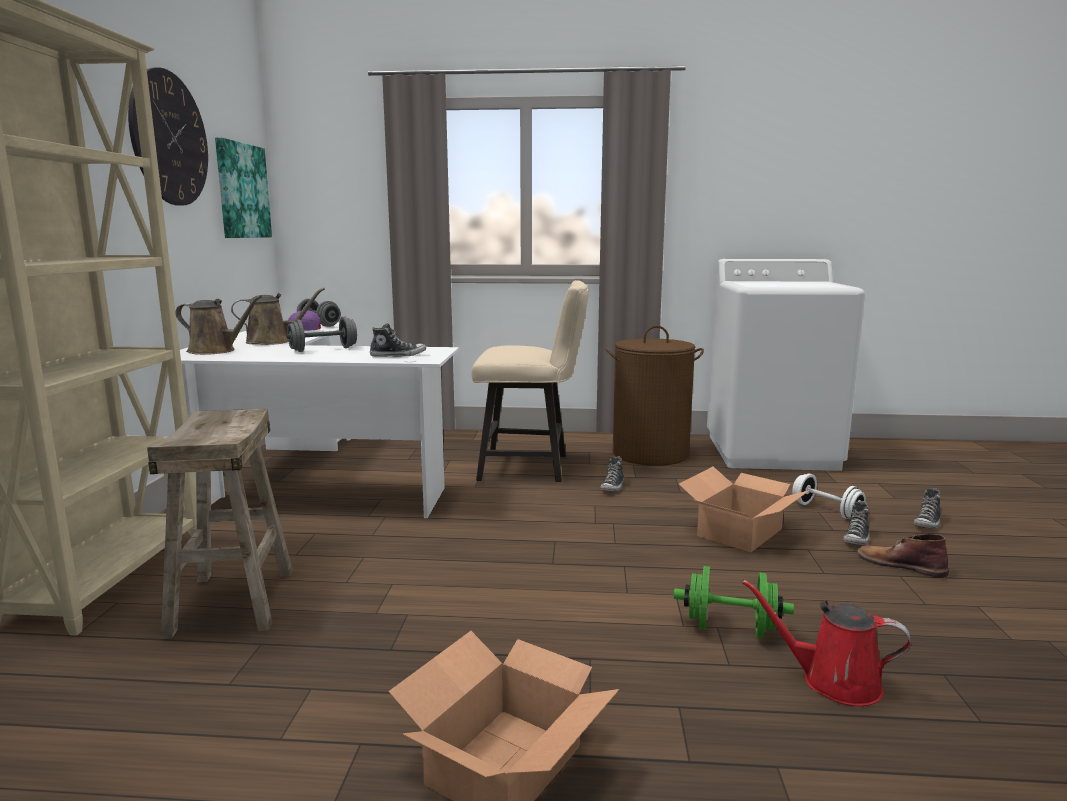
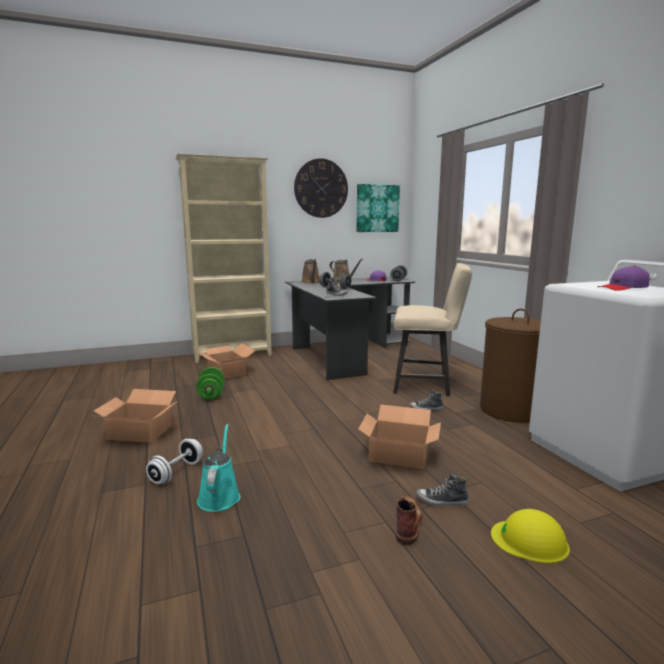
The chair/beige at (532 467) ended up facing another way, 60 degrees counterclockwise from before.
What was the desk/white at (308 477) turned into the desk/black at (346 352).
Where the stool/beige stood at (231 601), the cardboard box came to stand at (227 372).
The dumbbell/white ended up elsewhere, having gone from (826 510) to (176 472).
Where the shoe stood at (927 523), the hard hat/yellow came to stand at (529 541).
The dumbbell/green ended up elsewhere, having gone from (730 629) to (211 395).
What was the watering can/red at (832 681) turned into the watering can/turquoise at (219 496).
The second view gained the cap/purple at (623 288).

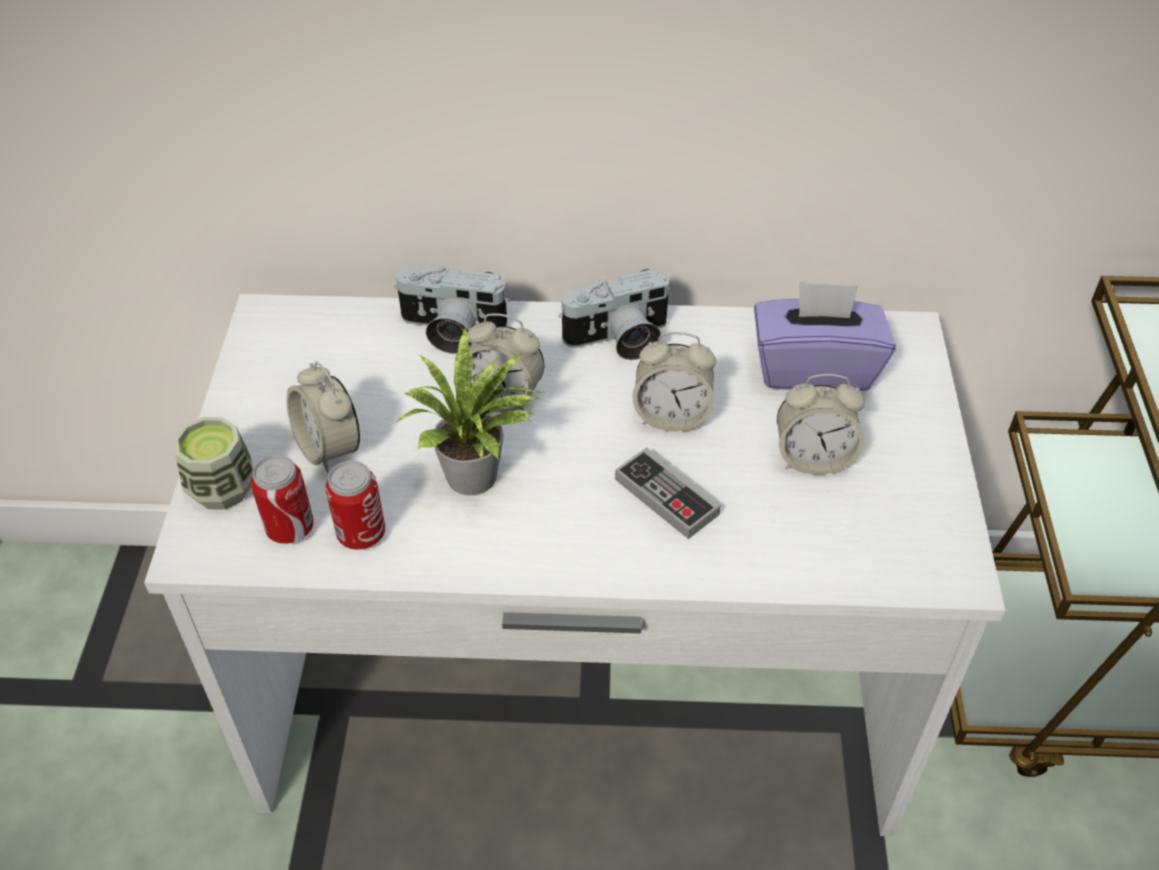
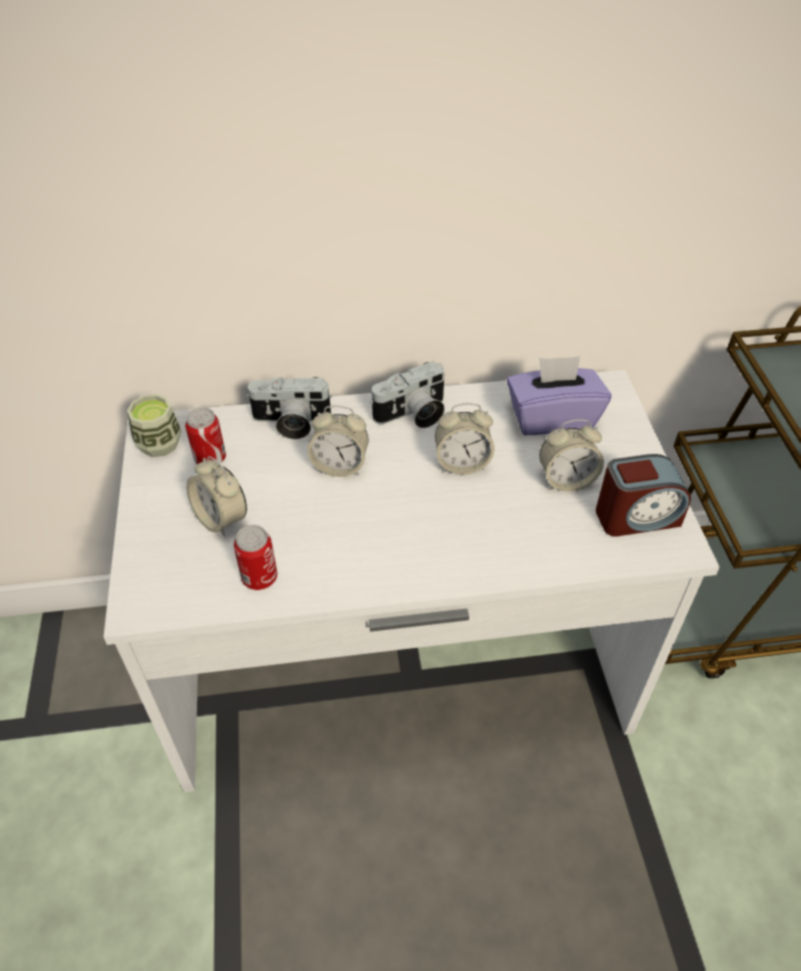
The second view lost the potted plant at (477 479).
The cup ended up elsewhere, having gone from (222 488) to (159 444).
The second view lost the game controller at (666 497).
The can ended up elsewhere, having gone from (290 528) to (210 459).
The second view gained the alarm clock at (636 516).

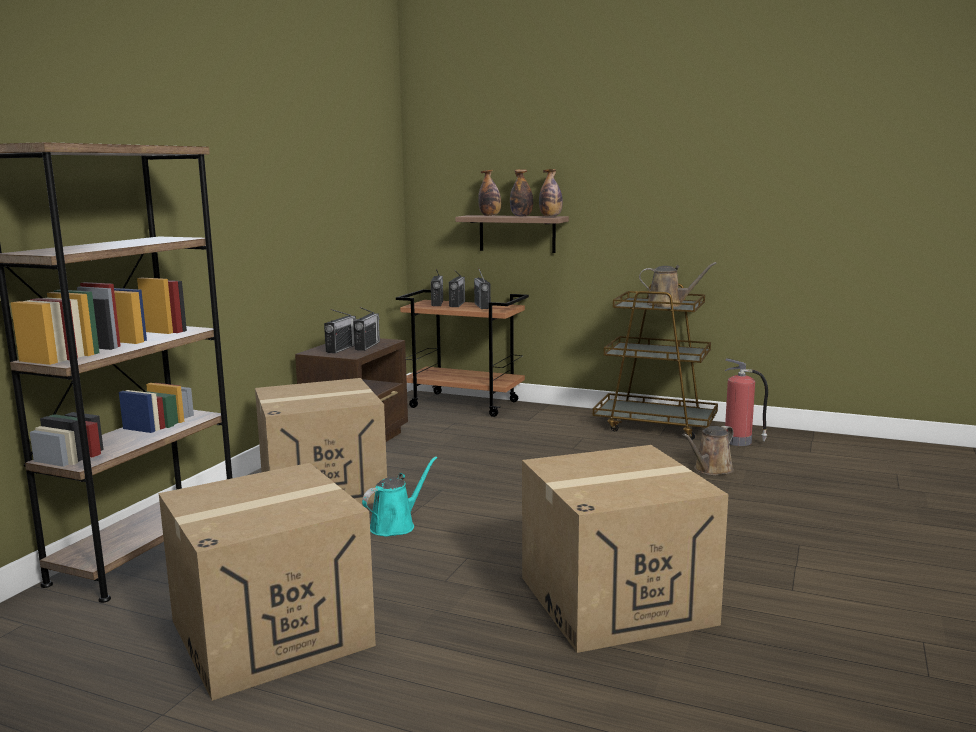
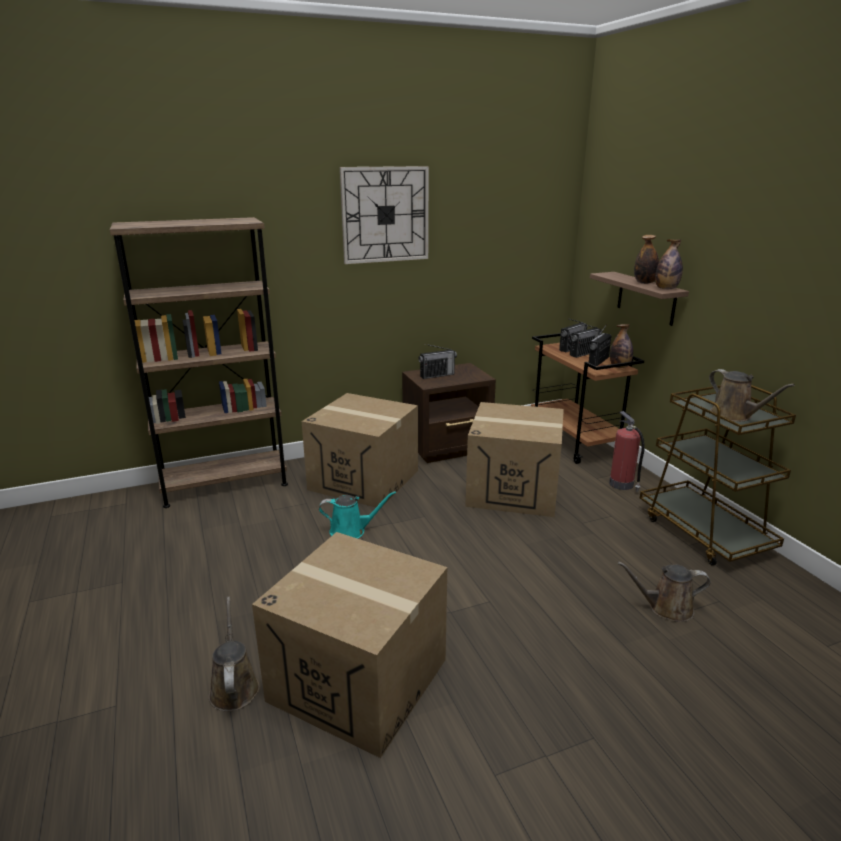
The bottle ended up elsewhere, having gone from (490 216) to (619 367).
The second view lost the radio at (367 346).
The fire extinguisher ended up elsewhere, having gone from (739 442) to (622 484).
The cardboard box ended up elsewhere, having gone from (271 632) to (513 490).
The second view gained the wall clock at (385 215).
The second view gained the watering can/brown at (234 687).

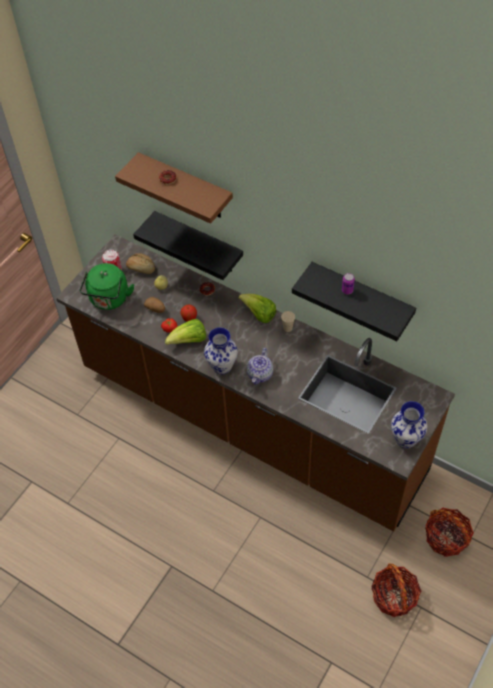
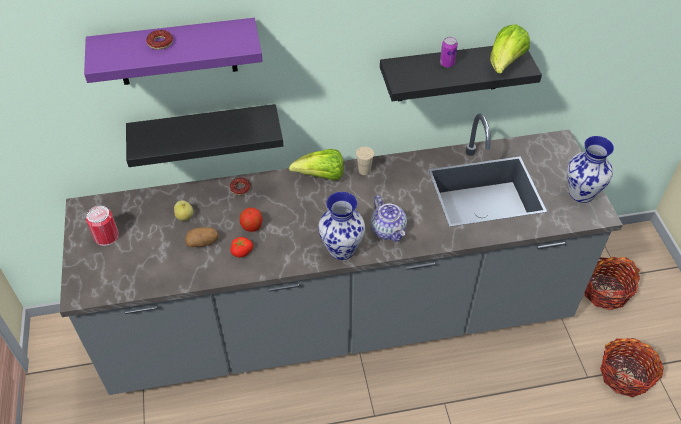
What was the shelf/brown at (186 187) turned into the shelf/purple at (176 52).
What was the counter/brown at (250 421) turned into the counter/grey at (340 321).
The second view lost the bread at (141 268).
The second view lost the kettle/green at (109 300).
The lettuce ended up elsewhere, having gone from (189 341) to (505 64).

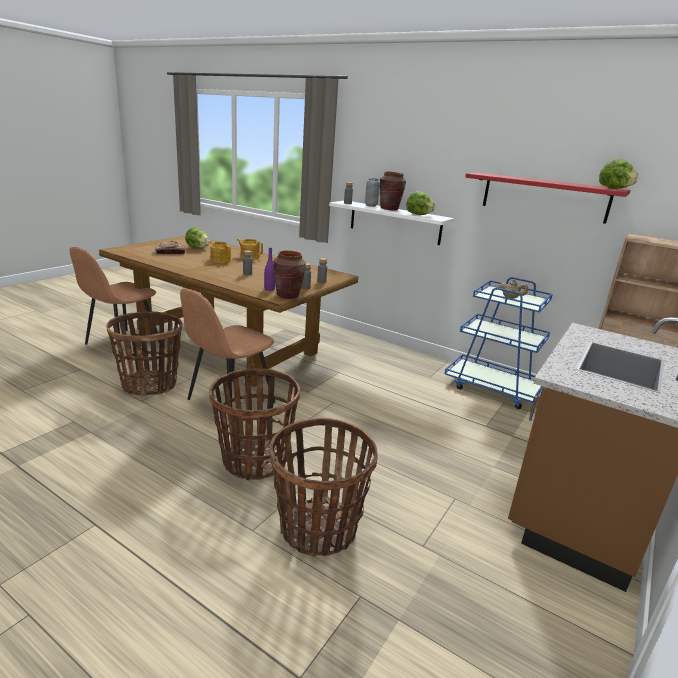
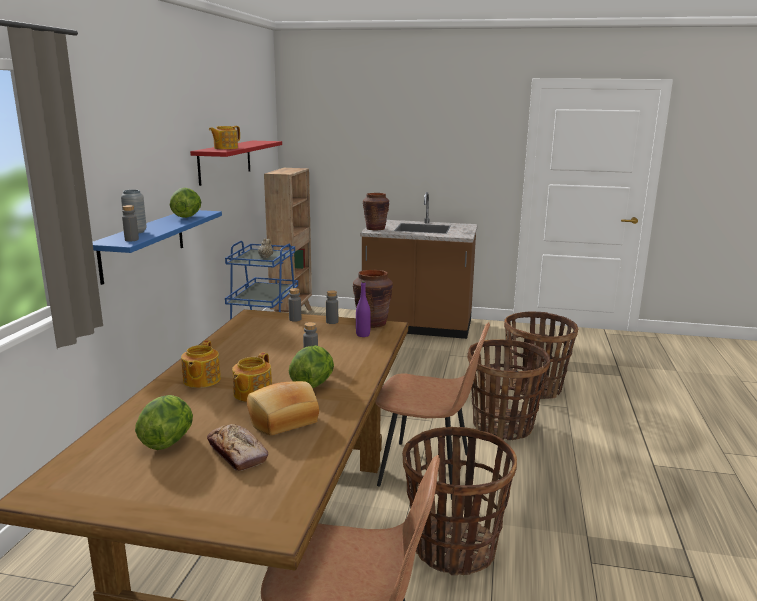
The lettuce ended up elsewhere, having gone from (614 188) to (313 384).
The vase/brown ended up elsewhere, having gone from (389 209) to (375 229).
What was the shelf/white at (395 222) turned into the shelf/blue at (143 244).
The second view gained the teapot at (225 148).
The second view gained the bread at (283 421).

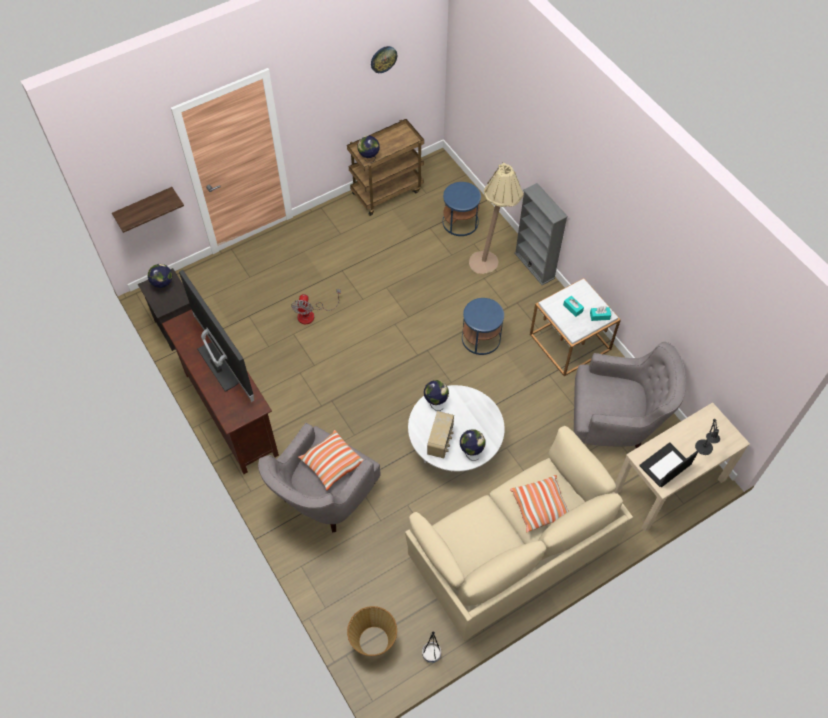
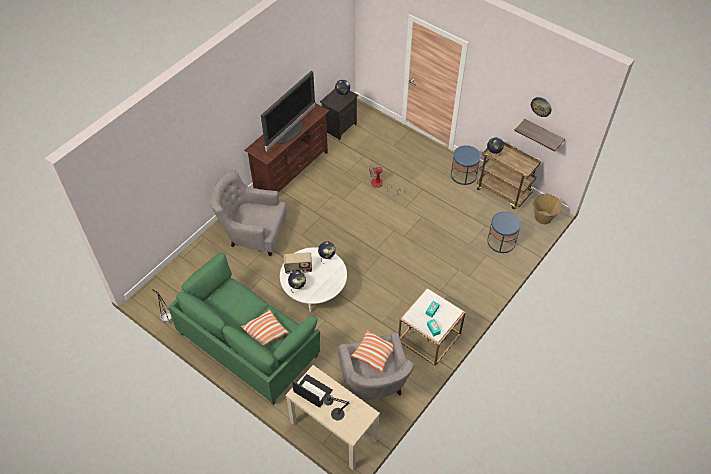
The second view lost the floor lamp/beige at (490 265).
The second view lost the bookcase/grey at (534 265).
The shelf ended up elsewhere, having gone from (144 207) to (543 134).
The side table/blue ended up elsewhere, having gone from (481 338) to (464 175).
What was the sofa/beige at (512 551) turned into the sofa/green at (249 344).
The pillow ended up elsewhere, having gone from (332 463) to (373 354).
The basket ended up elsewhere, having gone from (373 640) to (543 217).

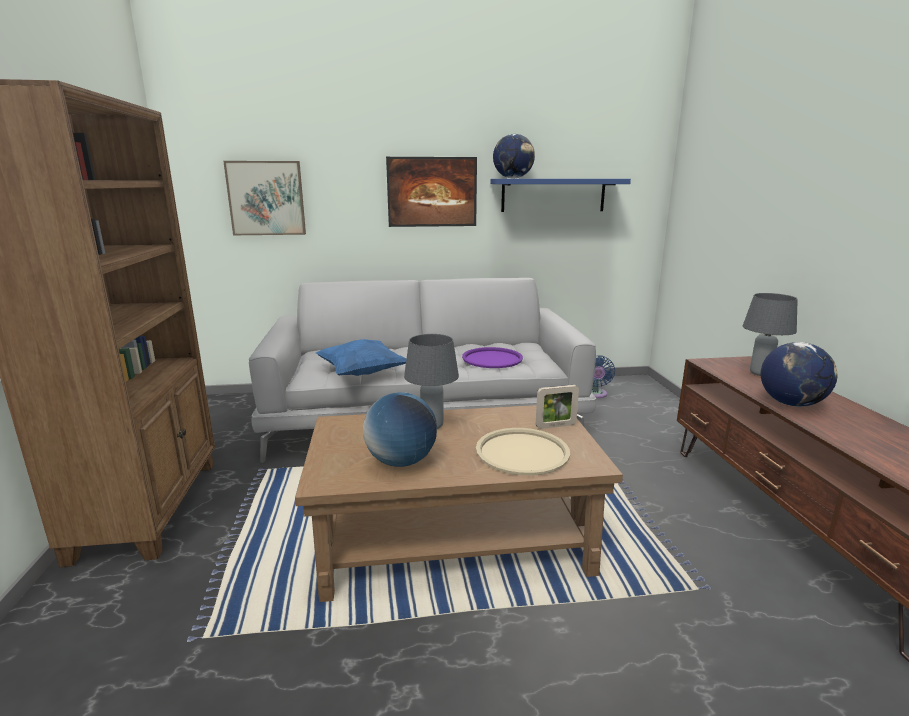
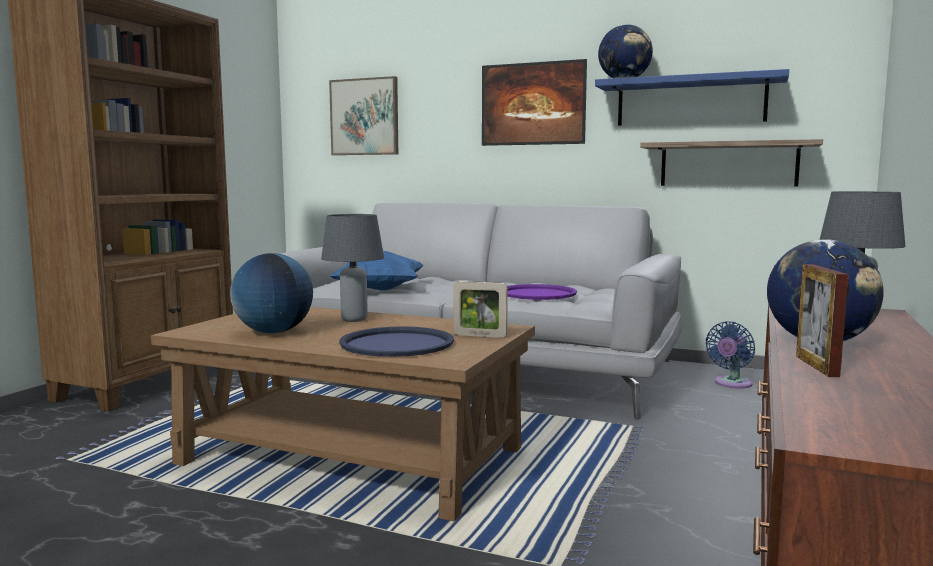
What was the tray/beige at (522 452) turned into the tray/blue at (397 344).
The second view gained the shelf at (728 164).
The second view gained the picture frame at (816 366).

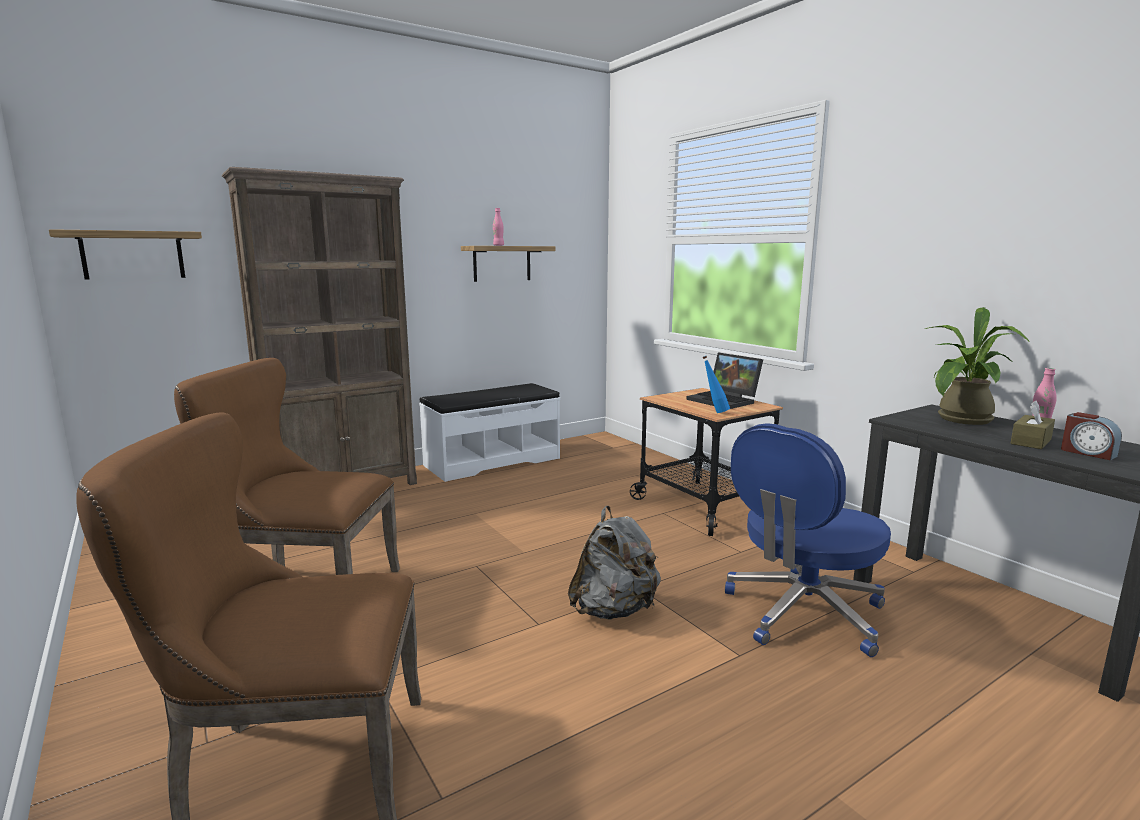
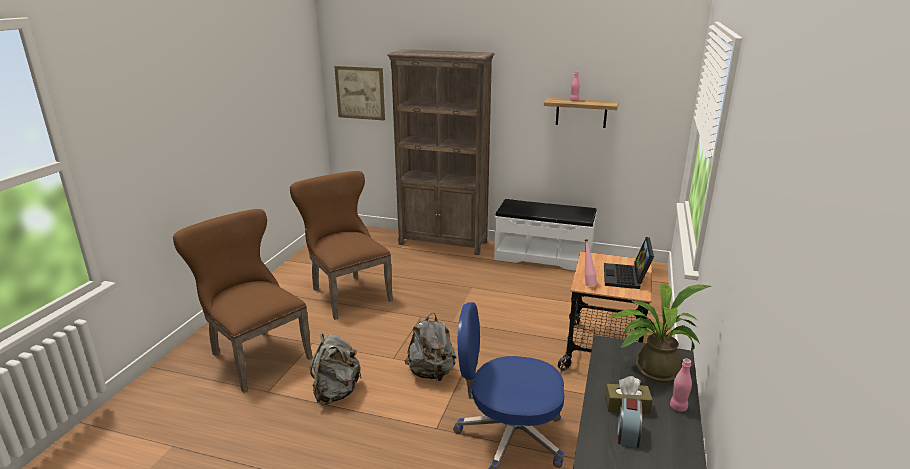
Where the shelf hung at (133 255), the picture came to hang at (360 93).
What was the bottle/blue at (714 412) turned into the bottle/pink at (587 283).
The second view gained the backpack/grey at (336 392).

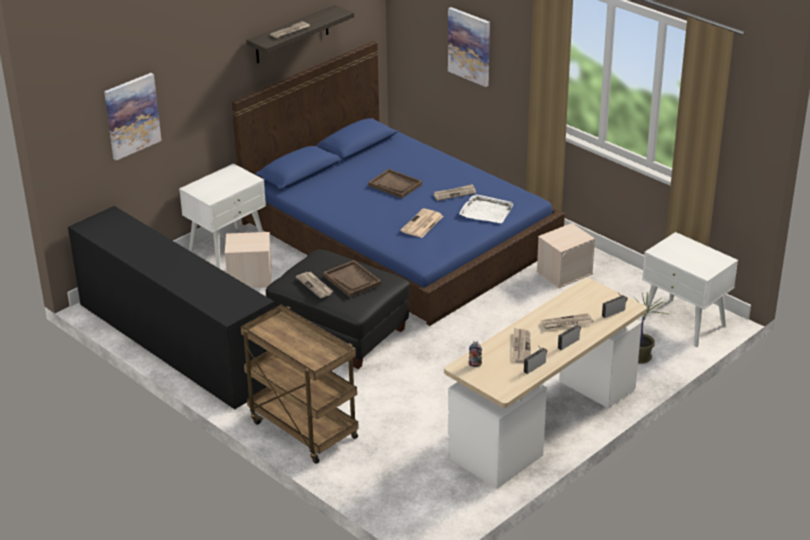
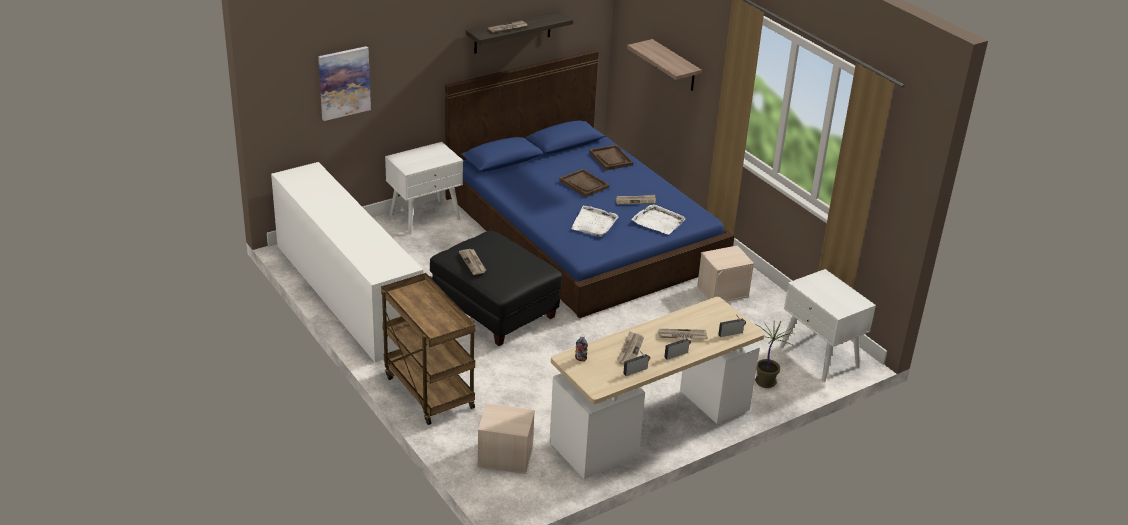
Where the picture hung at (469 46), the shelf came to hang at (675 66).
What was the dresser/black at (176 342) turned into the dresser/white at (346 293).
Where the newspaper stood at (422 224), the tray/white came to stand at (594 223).
The storage box/beige ended up elsewhere, having gone from (249 278) to (504 457).
The tray/brown ended up elsewhere, having gone from (352 280) to (611 159).

